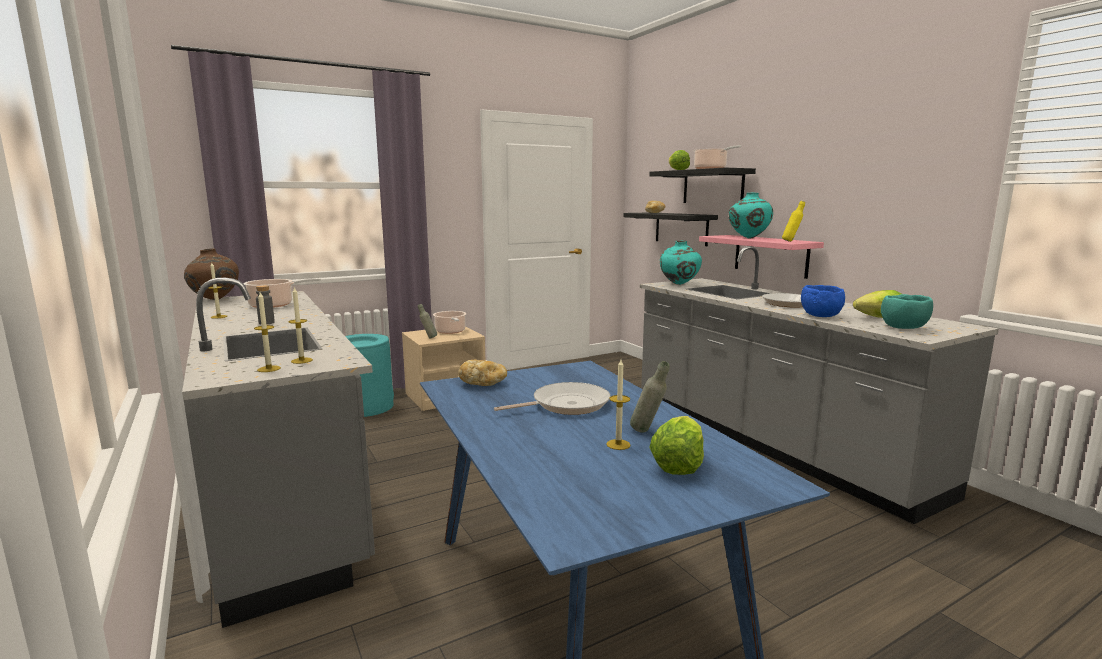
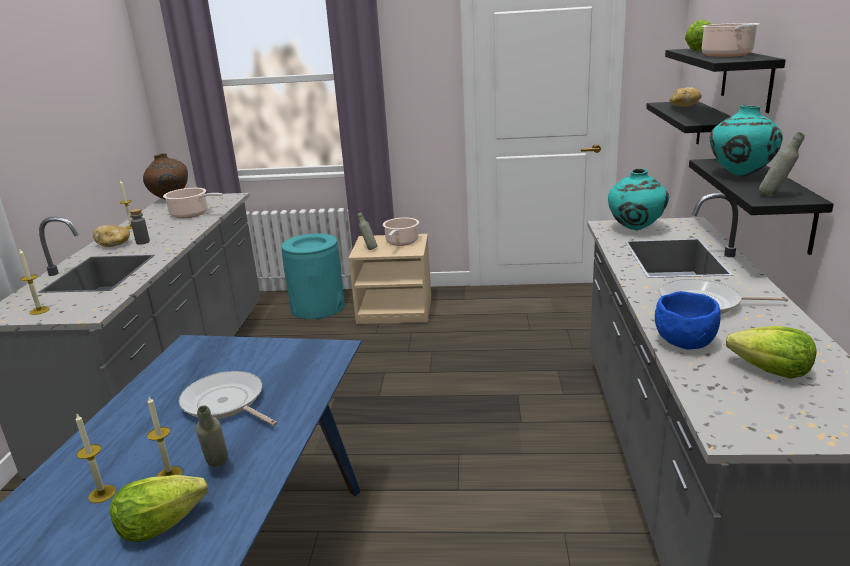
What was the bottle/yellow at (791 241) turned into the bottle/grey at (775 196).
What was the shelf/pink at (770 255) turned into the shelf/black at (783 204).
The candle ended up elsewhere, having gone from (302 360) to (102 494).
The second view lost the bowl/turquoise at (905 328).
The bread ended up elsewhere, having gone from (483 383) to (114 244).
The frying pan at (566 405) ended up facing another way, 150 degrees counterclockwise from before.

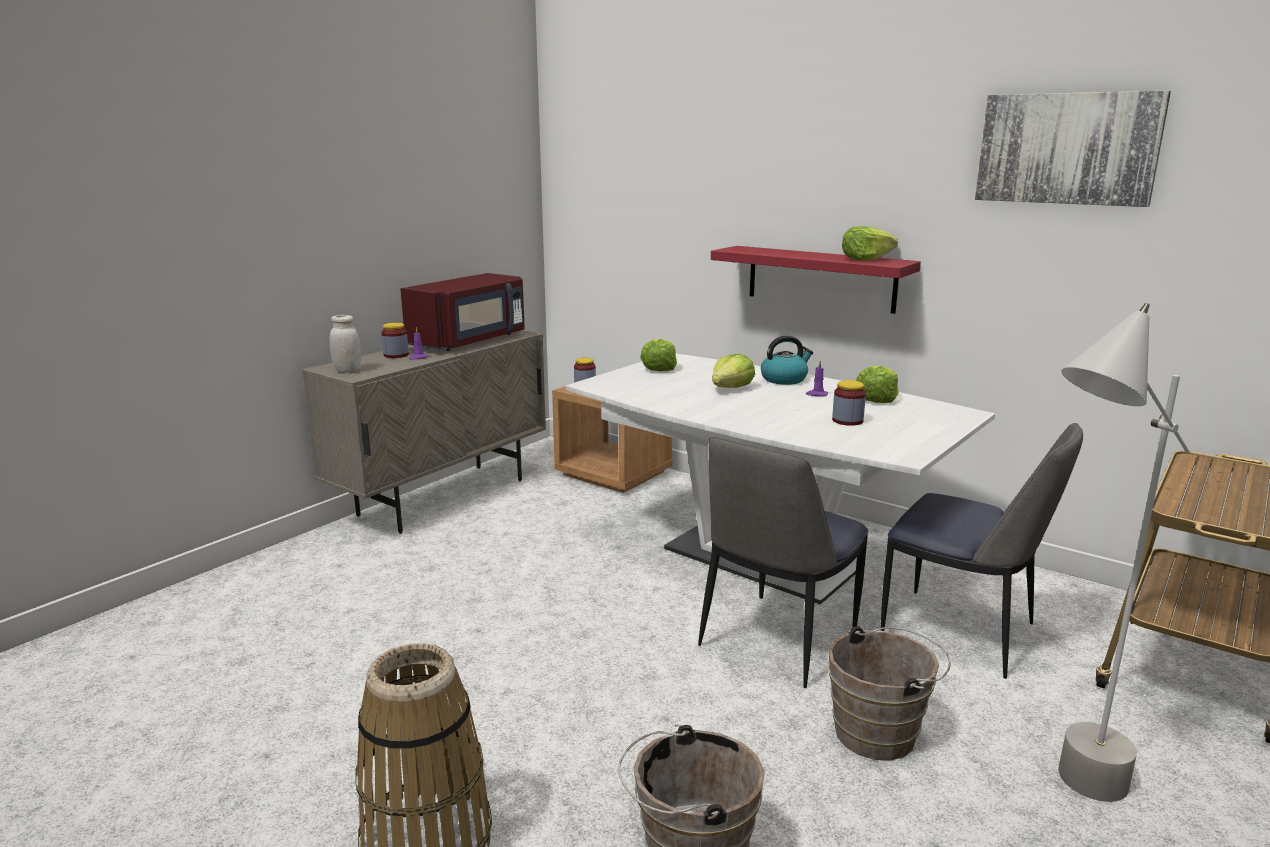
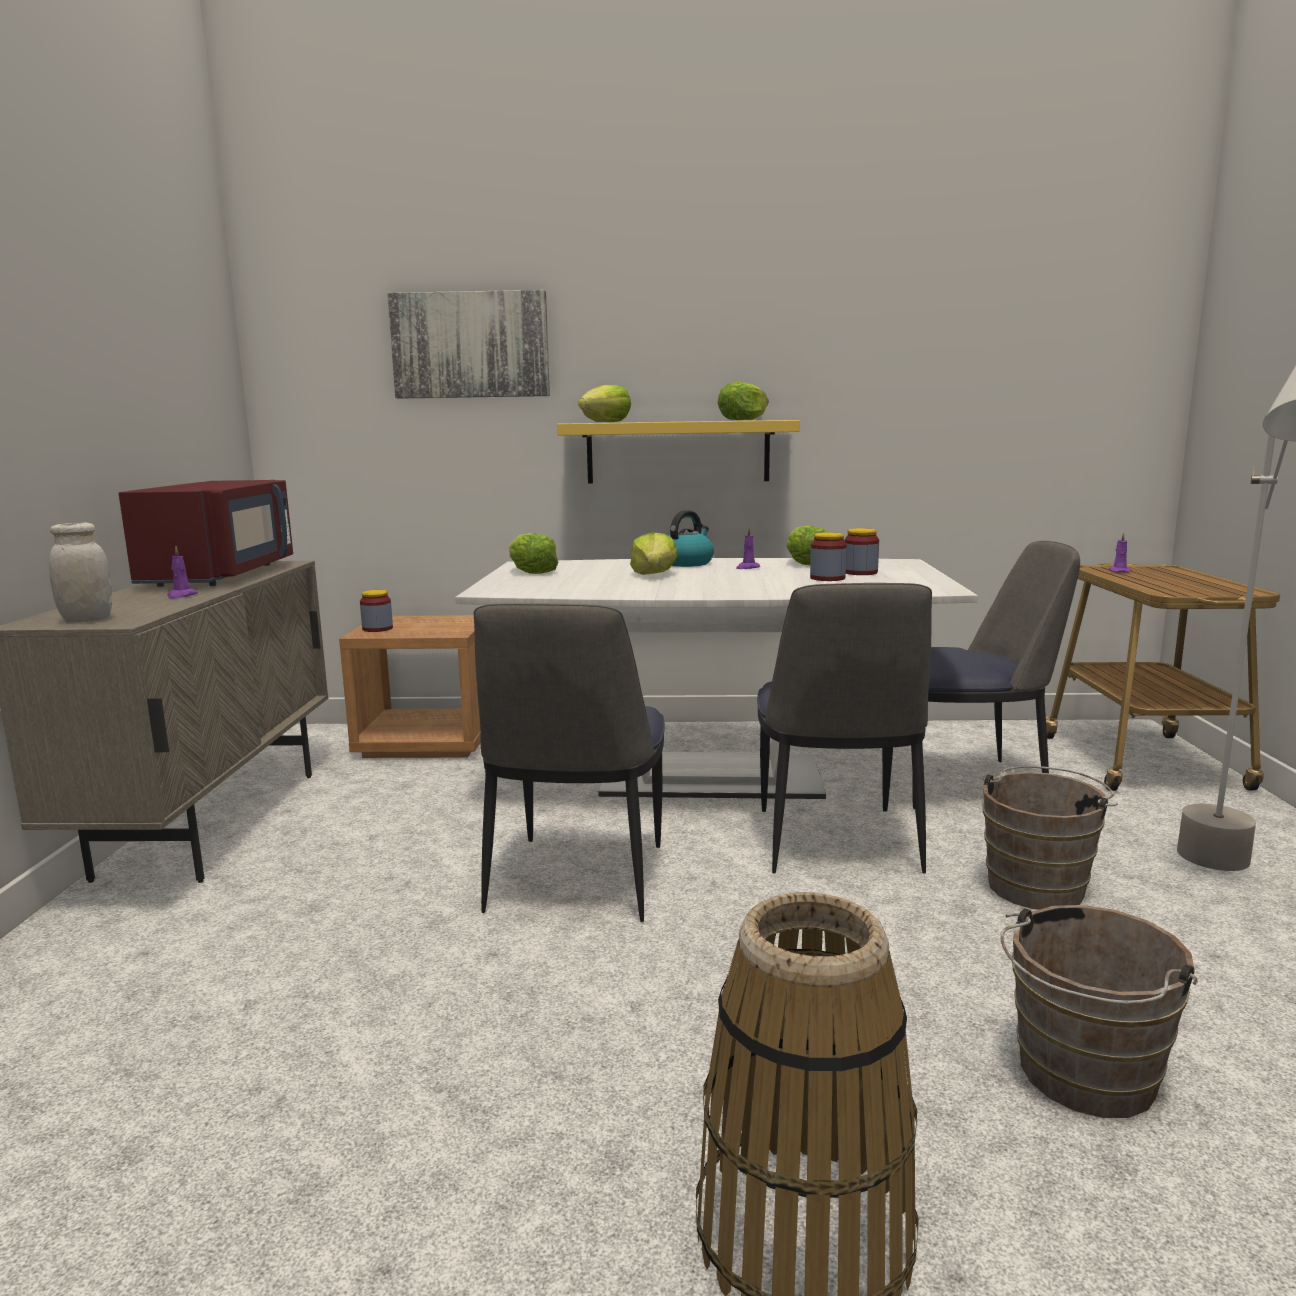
The picture ended up elsewhere, having gone from (1067 149) to (470 345).
What was the shelf/red at (820 278) turned into the shelf/yellow at (678 452).
The jar ended up elsewhere, having gone from (396 355) to (860 572).
The second view gained the lettuce at (605 422).
The second view gained the candle/purple at (1119 571).
The second view gained the chair at (576 881).

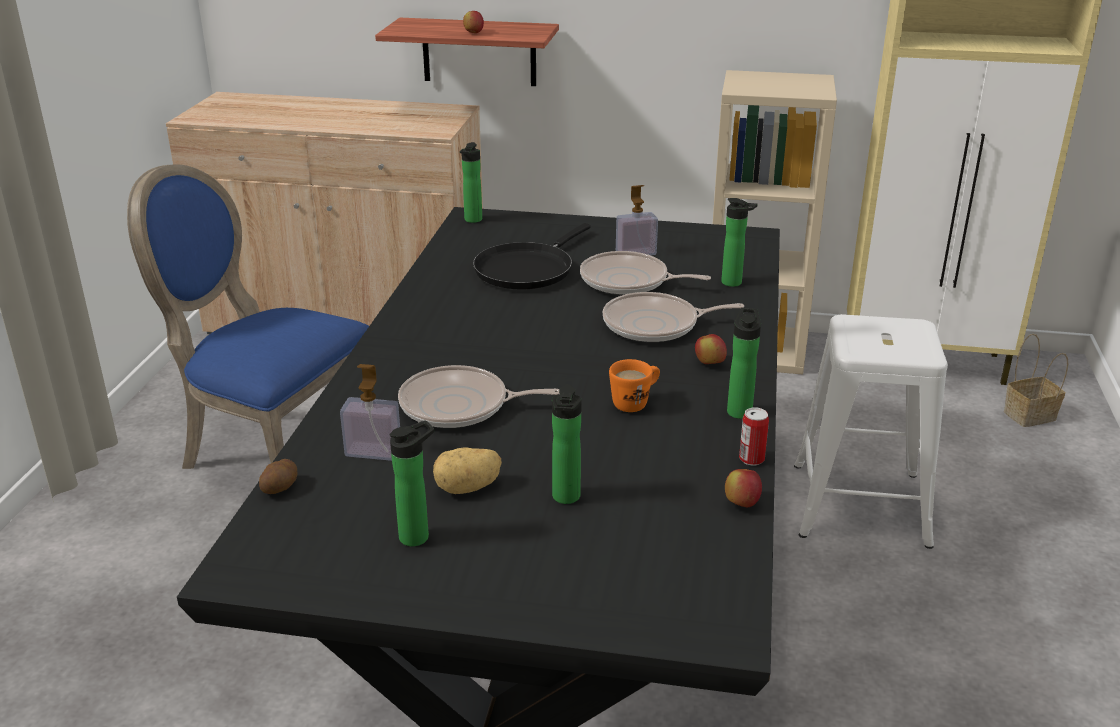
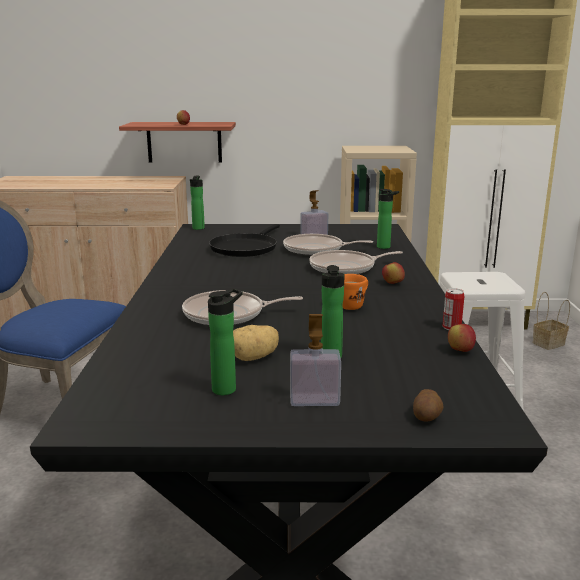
The second view lost the bottle at (739 410).
The soap dispenser ended up elsewhere, having gone from (373 451) to (314 400).
The potato ended up elsewhere, having gone from (280 488) to (427 416).

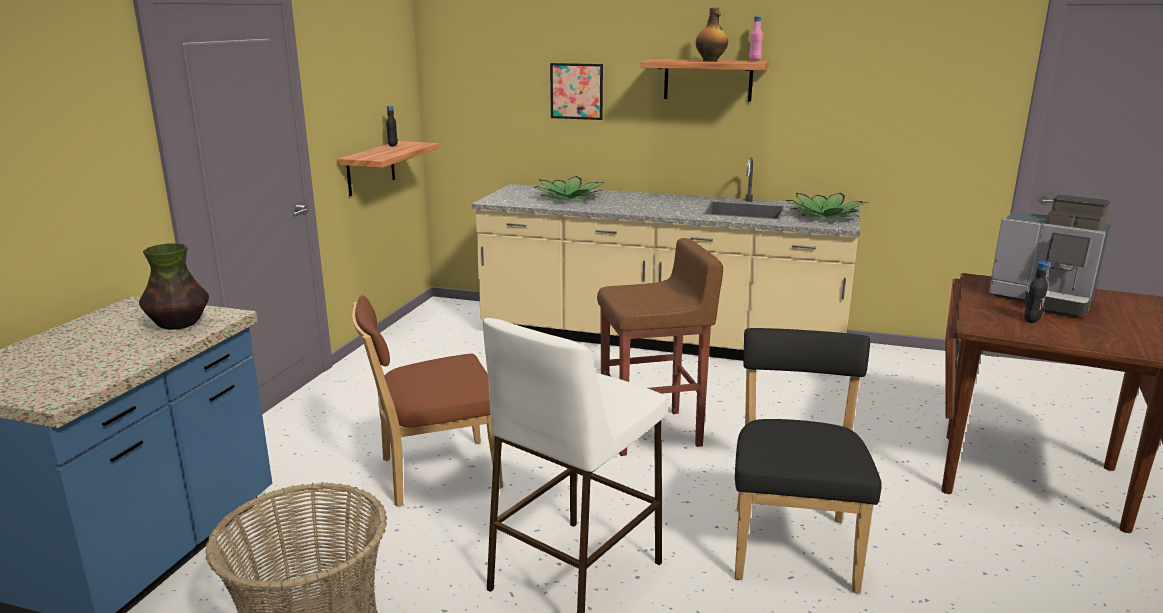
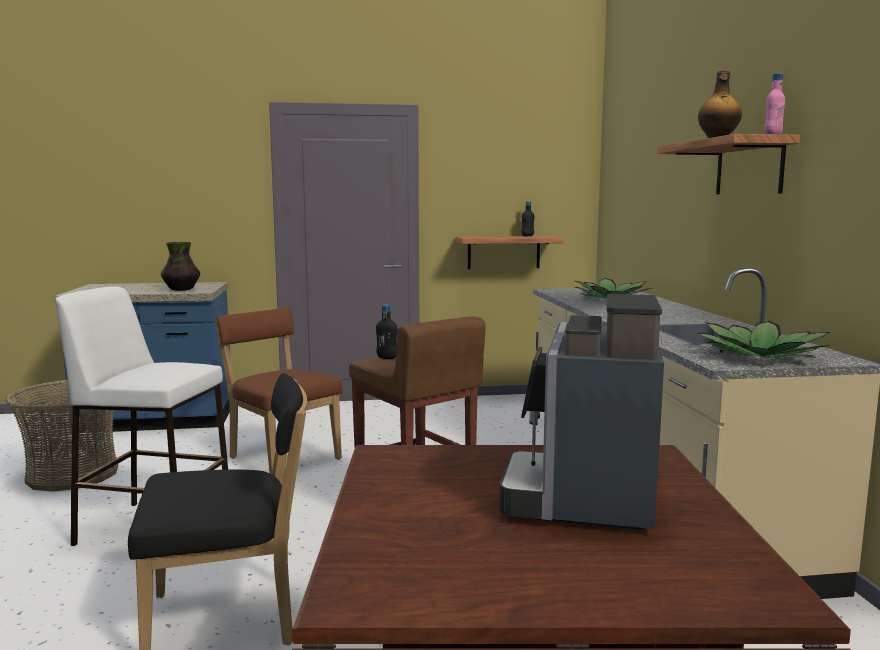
The second view lost the picture at (576 91).
The bottle/black ended up elsewhere, having gone from (1031 320) to (386 358).

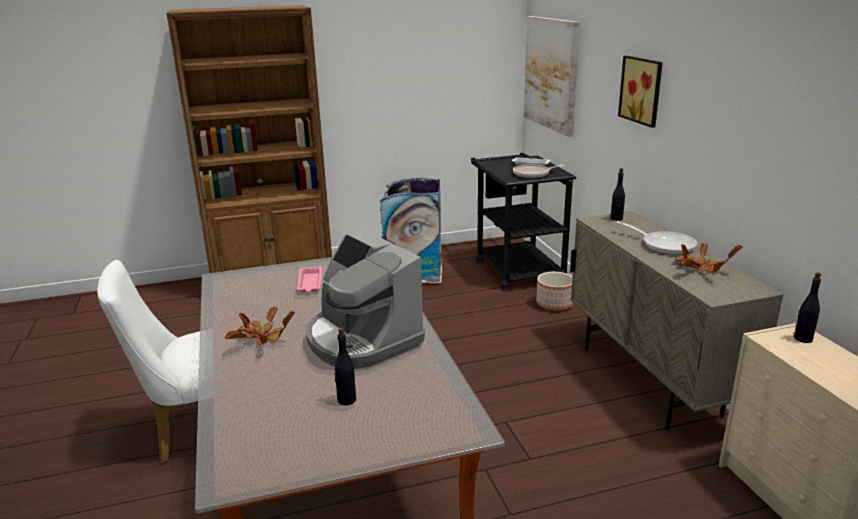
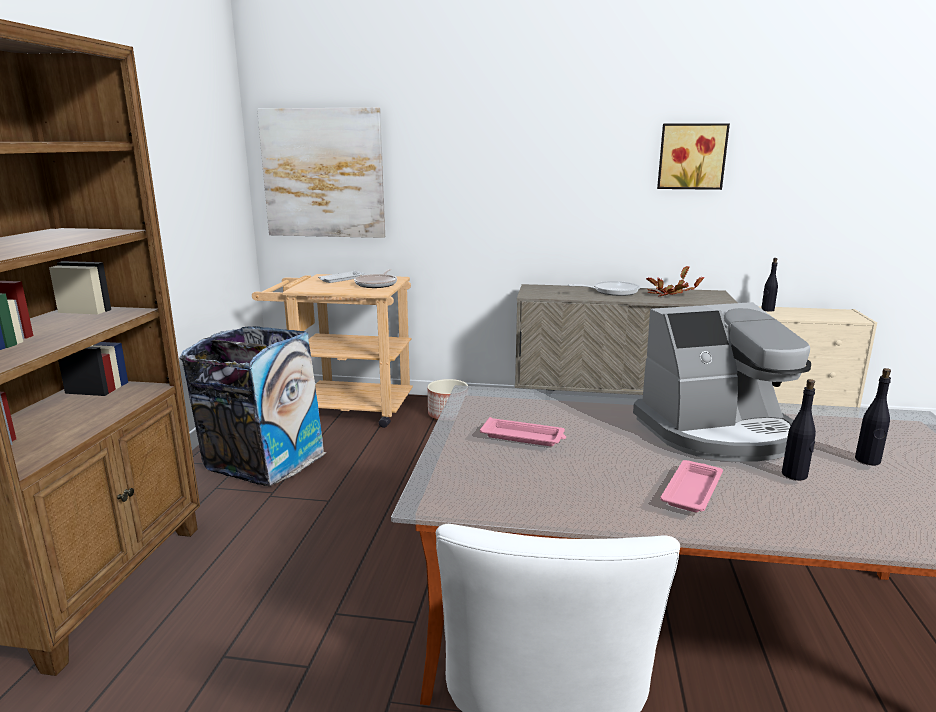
The picture ended up elsewhere, having gone from (643 90) to (691 156).
What was the cart/black at (515 266) turned into the cart/beige at (344 408).
The bottle/black ended up elsewhere, having gone from (616 219) to (794 475).
Where the potted plant stood at (261 338), the tray/pink came to stand at (692 490).

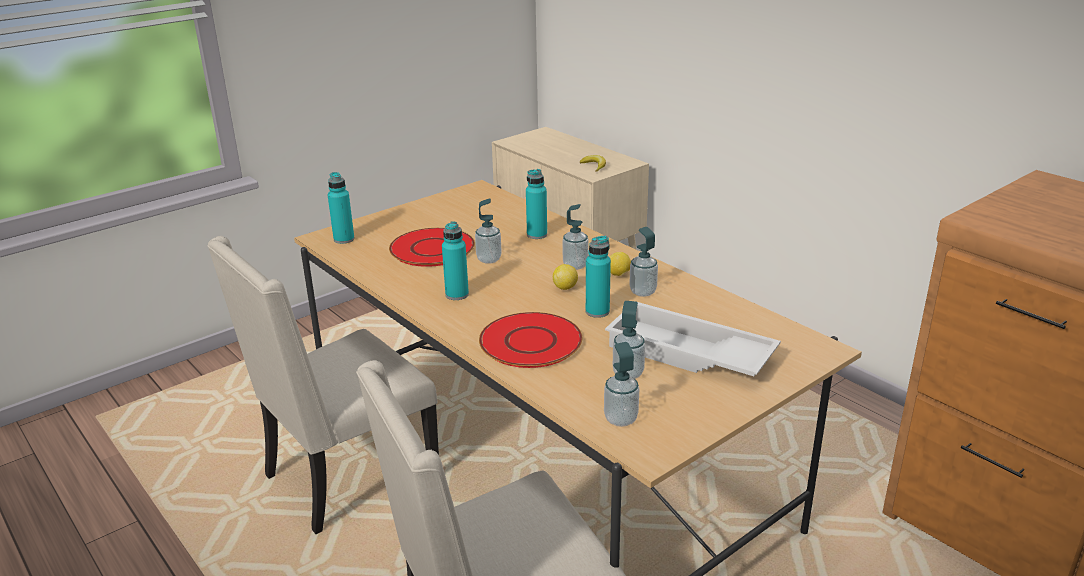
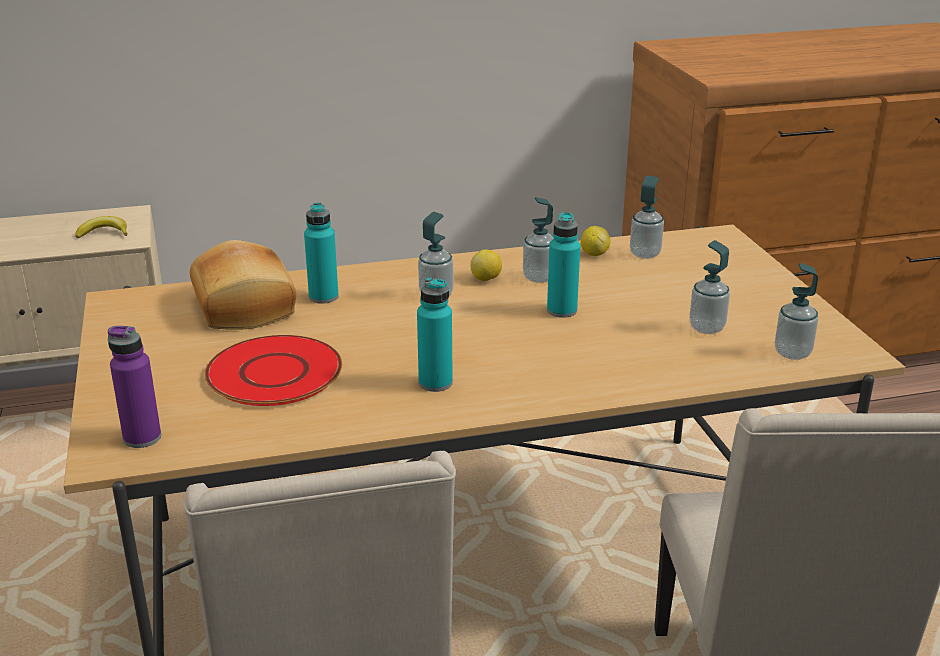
What was the bottle/turquoise at (344 239) turned into the bottle/purple at (142 438).
The soap dispenser ended up elsewhere, having gone from (489 259) to (645 254).
The lemon ended up elsewhere, having gone from (565 287) to (594 254).
The second view lost the tray/white at (687 354).
The second view lost the plate/red at (530 341).
The second view gained the bread at (247 306).

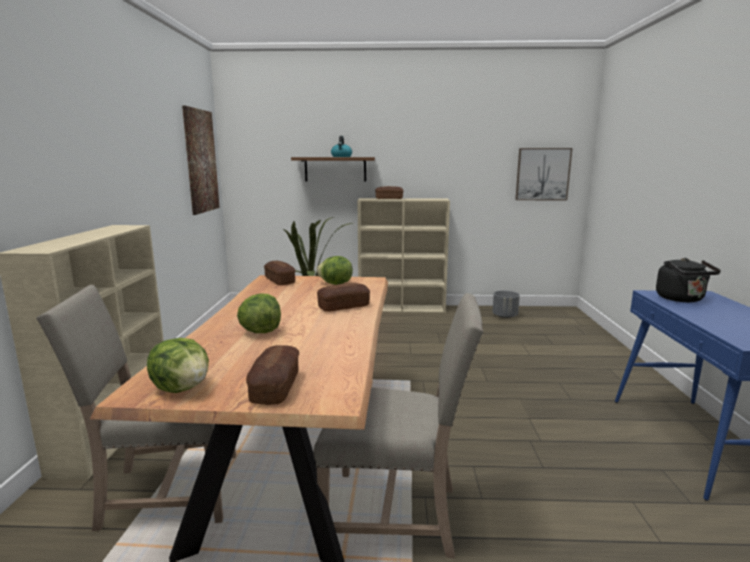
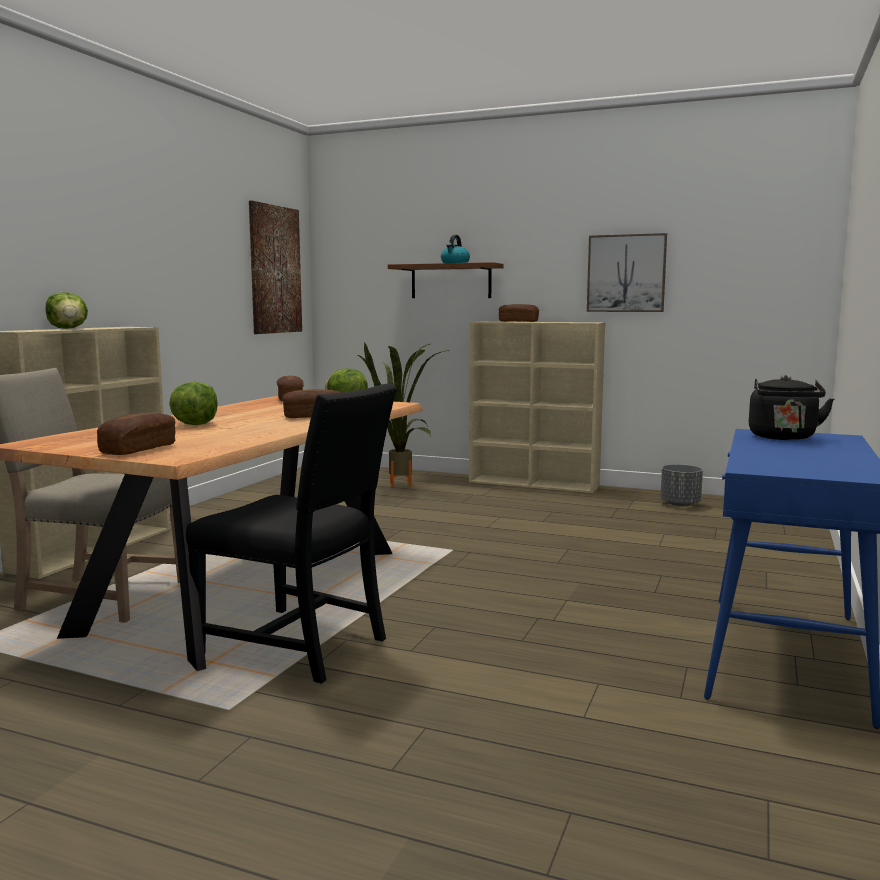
The picture ended up elsewhere, having gone from (542 174) to (626 273).
What was the chair/beige at (396 514) turned into the chair/black at (300 646).
The lettuce ended up elsewhere, having gone from (182 388) to (68 328).

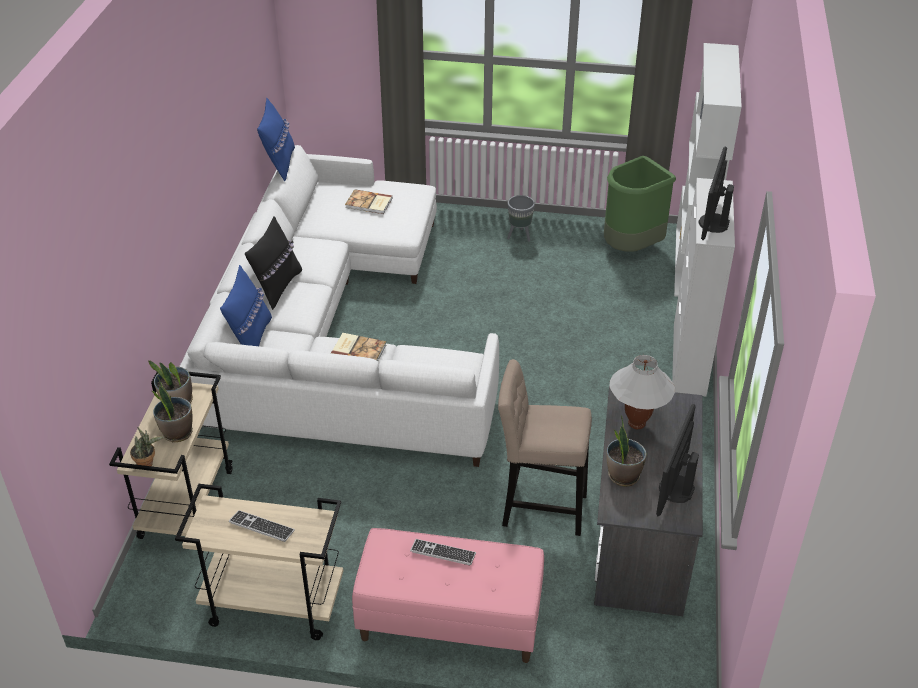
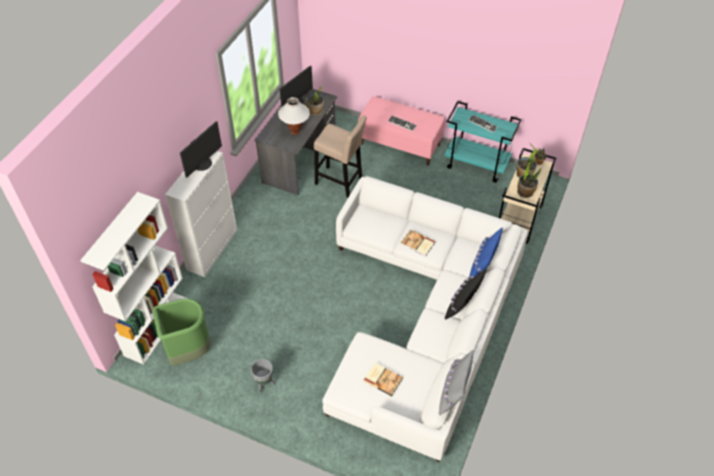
What was the pillow/blue at (279 164) turned into the pillow/grey at (453 394).
What was the cart/beige at (272 606) turned into the cart/turquoise at (477 164).

